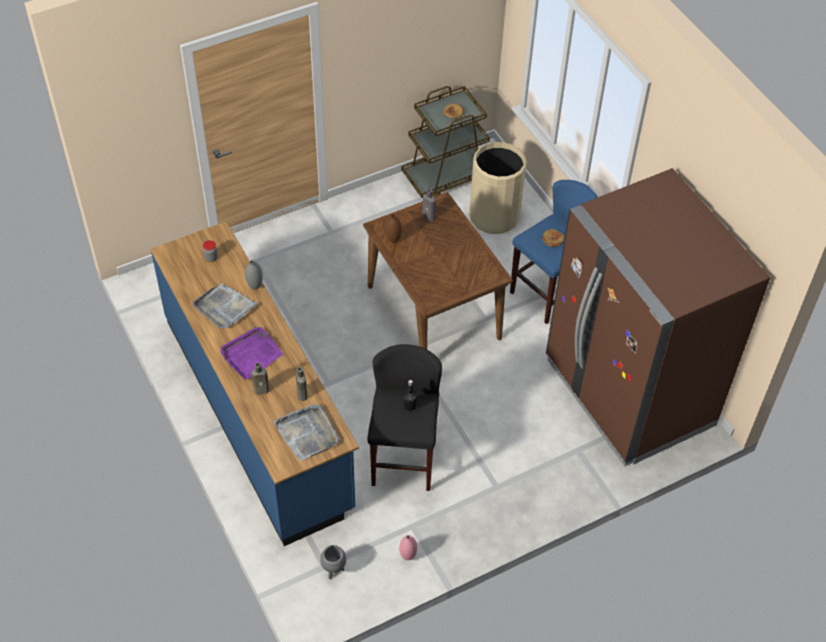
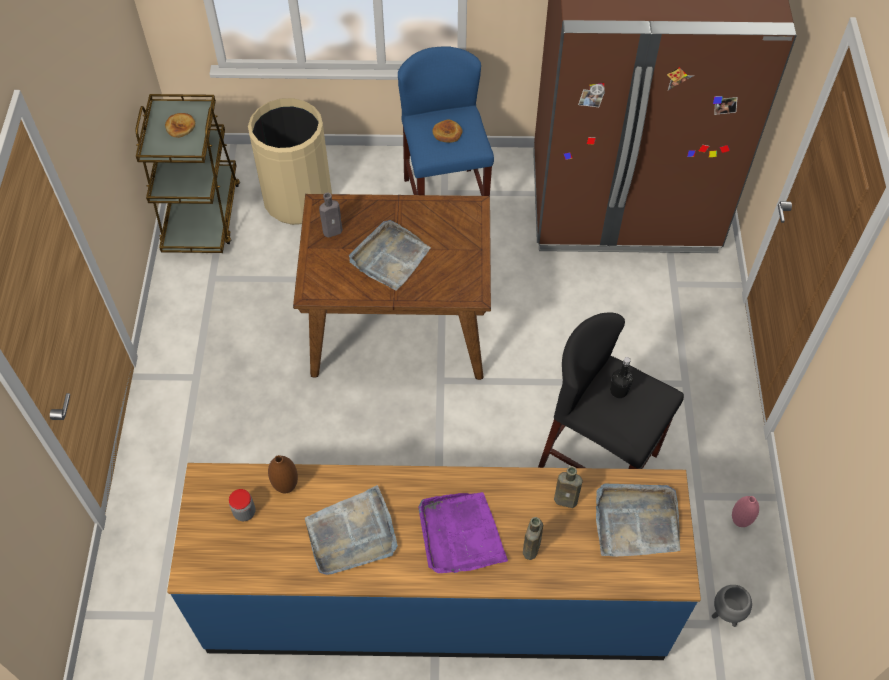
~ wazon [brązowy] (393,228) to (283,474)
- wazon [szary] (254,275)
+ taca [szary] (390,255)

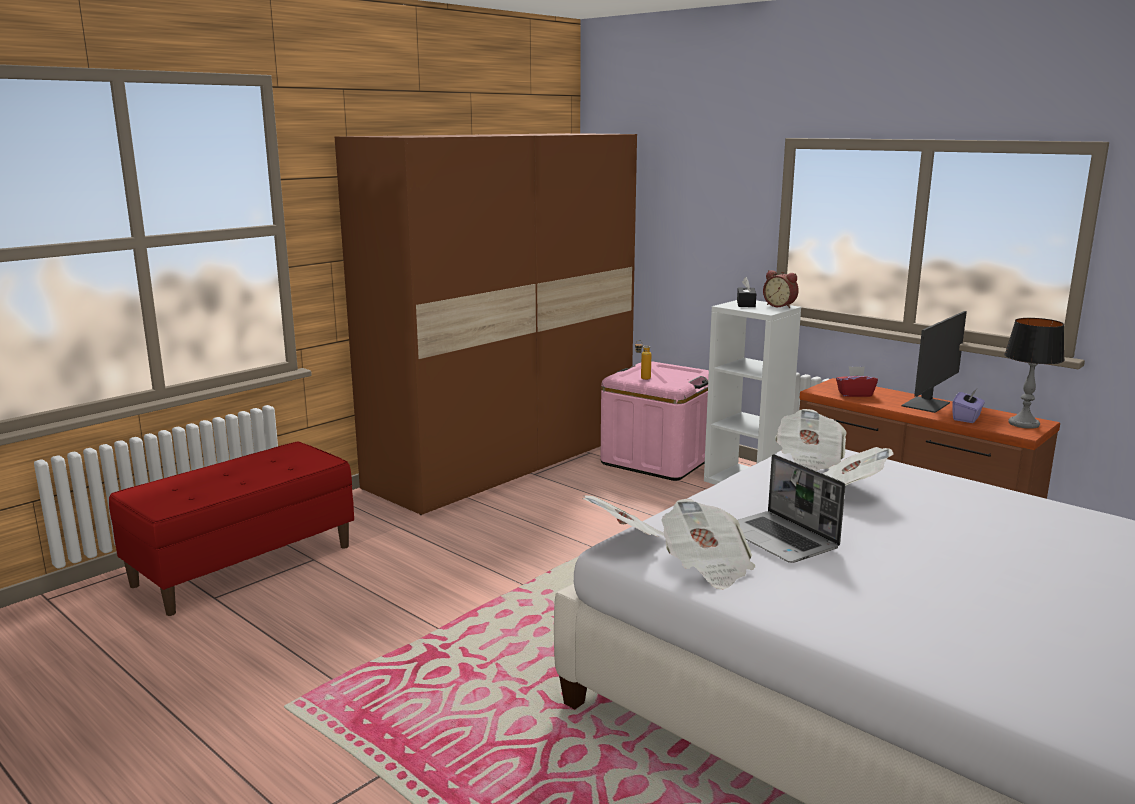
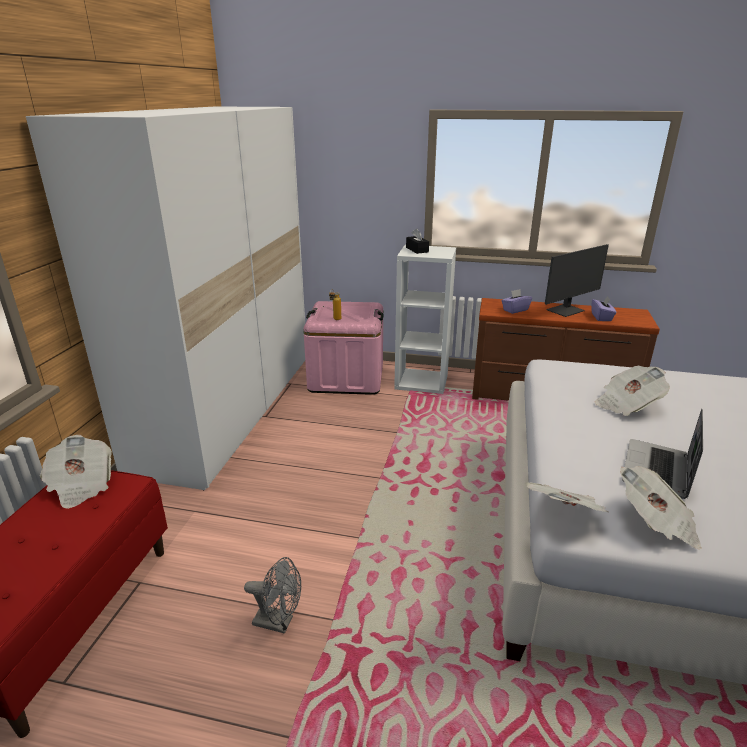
~ szafa [brązowy] (486,324) to szafa [biały] (165,299)
- budzik (781,289)
~ monitor (934,362) = (577,280) 45 degrees clockwise
- lampa stołowa (1034,373)
~ pudełko chusteczek [czerwony] (857,381) to pudełko chusteczek [fioletowy] (517,301)
~ gazeta (811,440) to (76,472)
~ laptop (791,508) = (662,454) 90 degrees clockwise
+ wentylator [szary] (272,595)

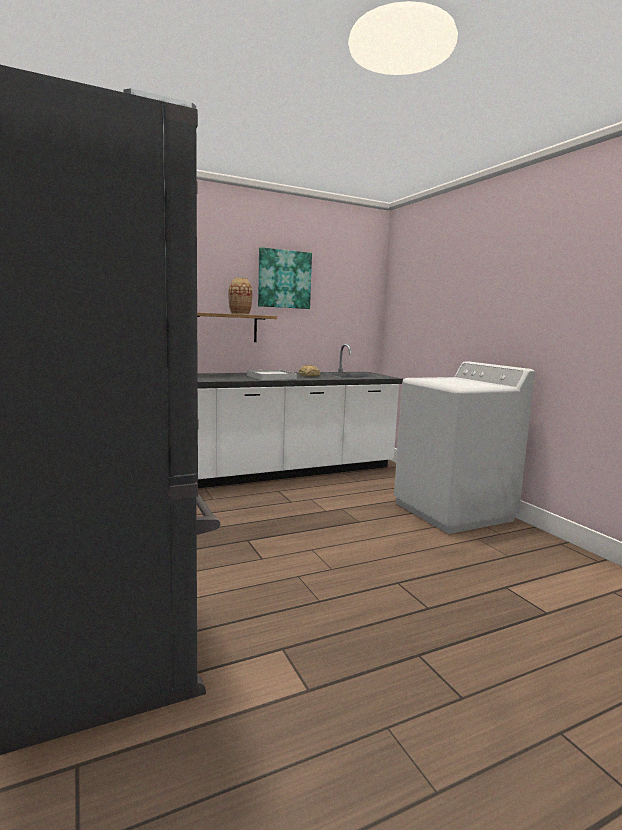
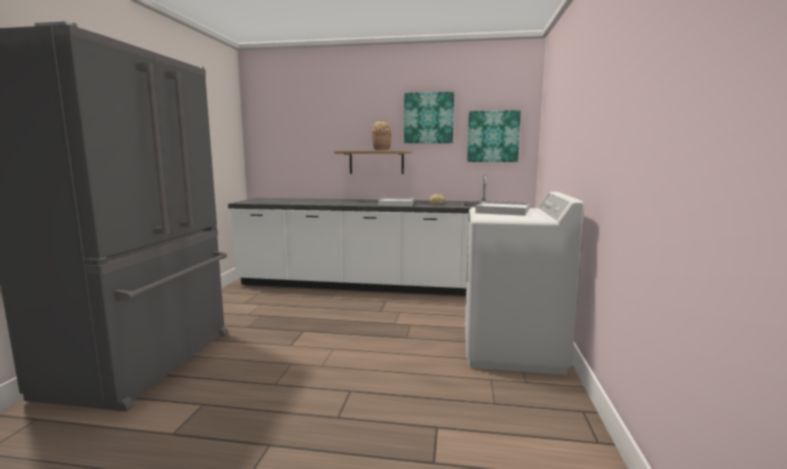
+ obraz (494,136)
+ taca [biały] (502,208)

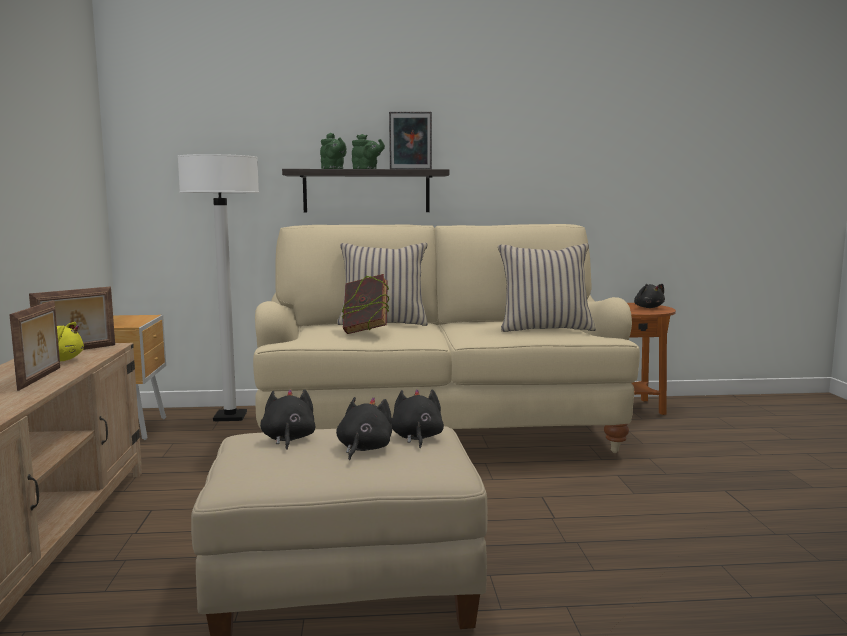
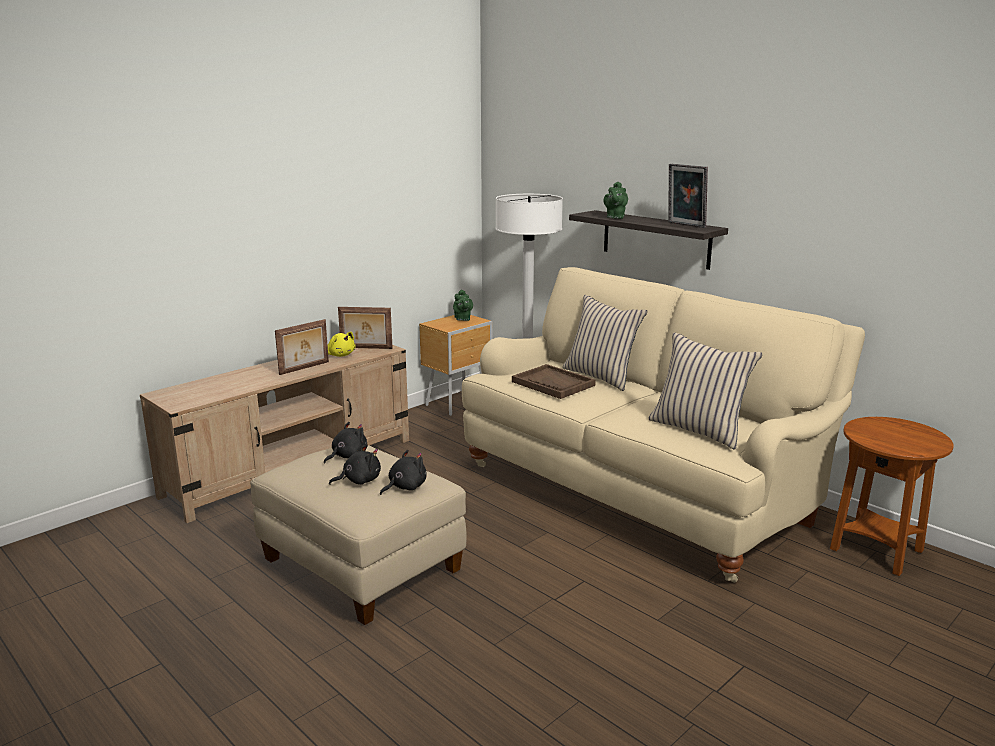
~ imbryk [zielony] (368,151) to (463,305)
~ książka (365,304) to taca [brązowy] (554,381)
- pluszak [czarny] (649,296)

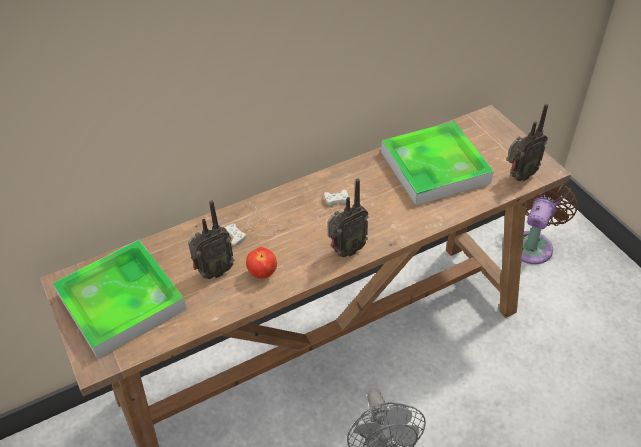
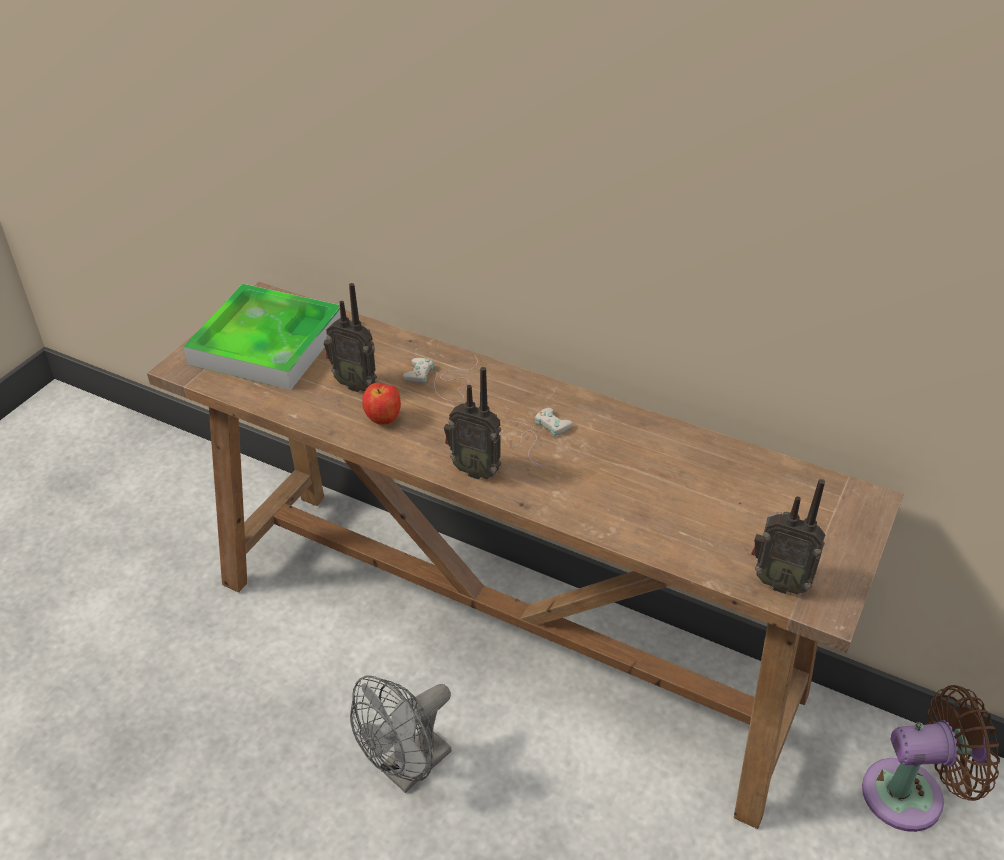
- taca (437,163)

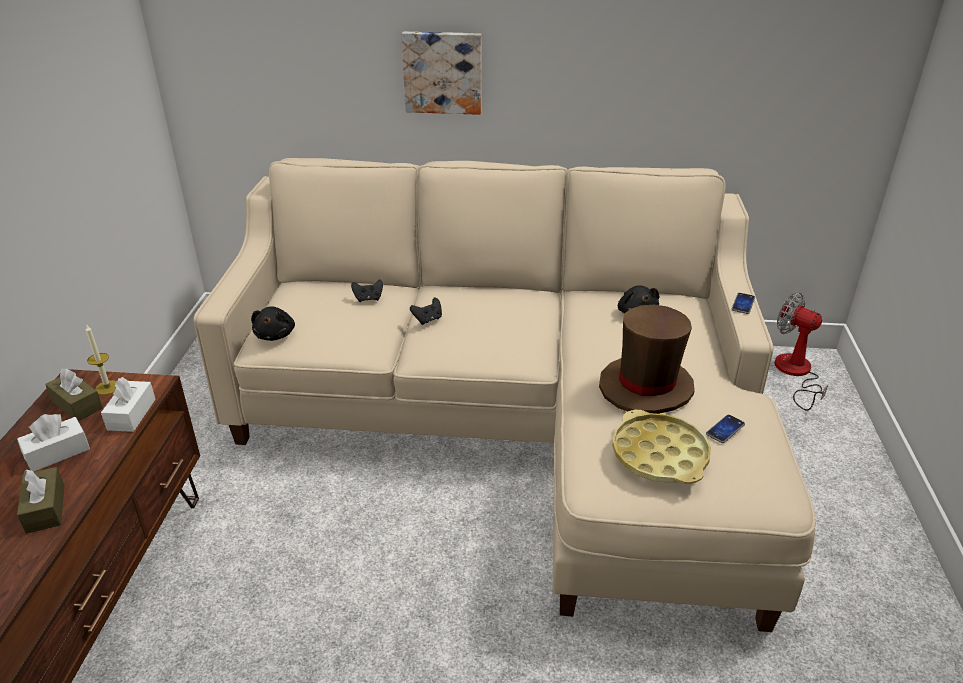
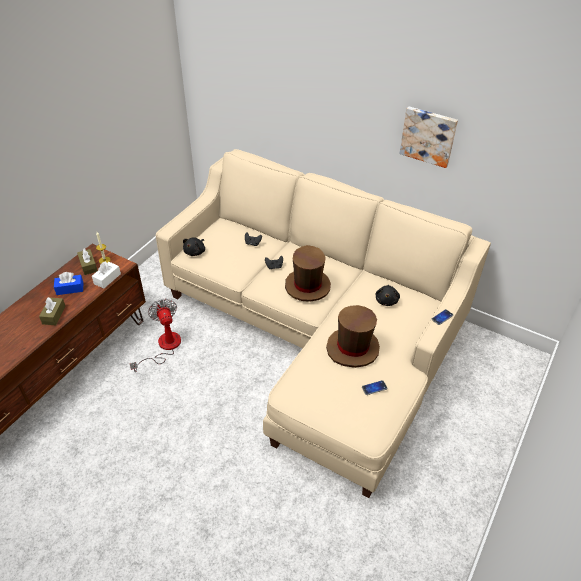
~ obraz (441,73) to (429,137)
~ wentylator (801,351) to (155,335)
- taca [żółty] (661,447)
~ pudełko chusteczek [biały] (53,443) to pudełko chusteczek [niebieski] (68,283)
+ kapelusz [brązowy] (308,273)

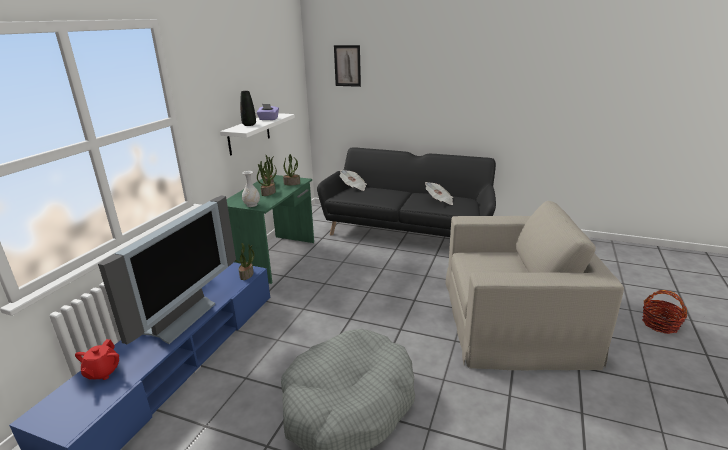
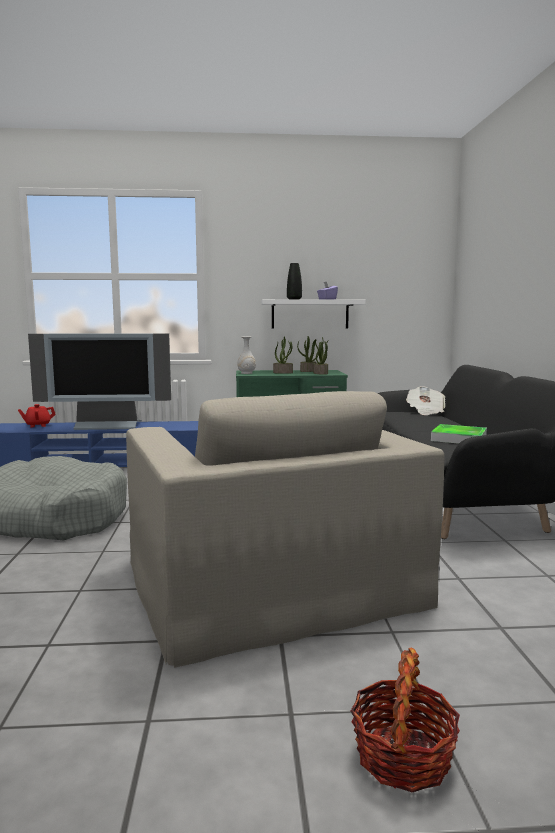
- obraz (347,66)
~ gazeta (439,193) to taca (459,434)
- roślina doniczkowa (245,261)

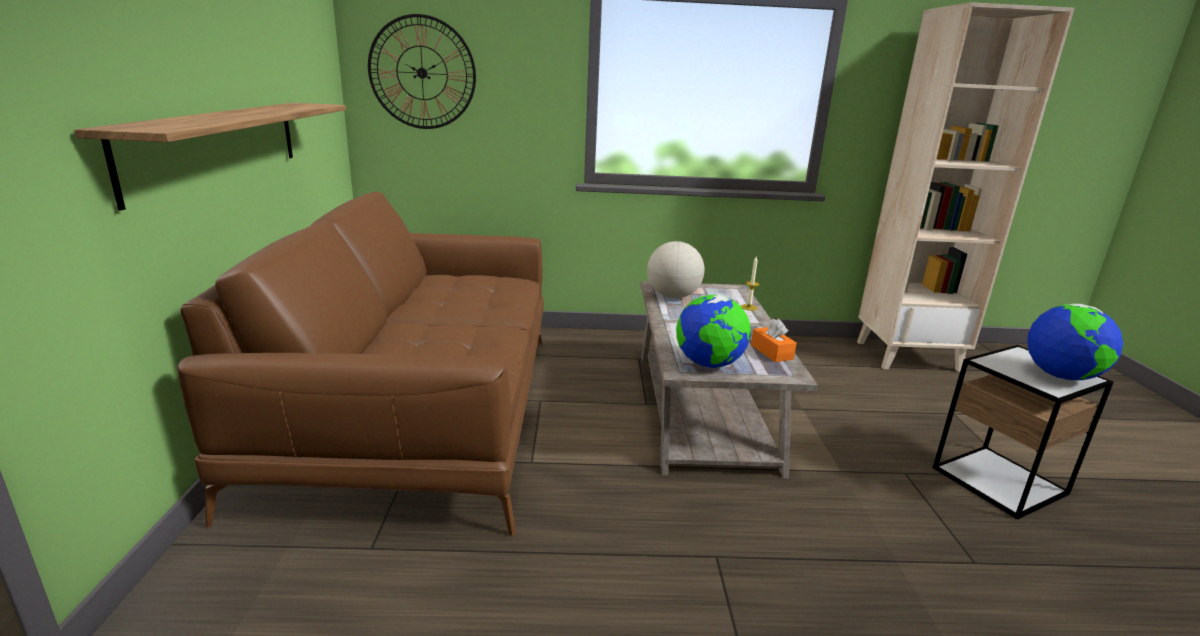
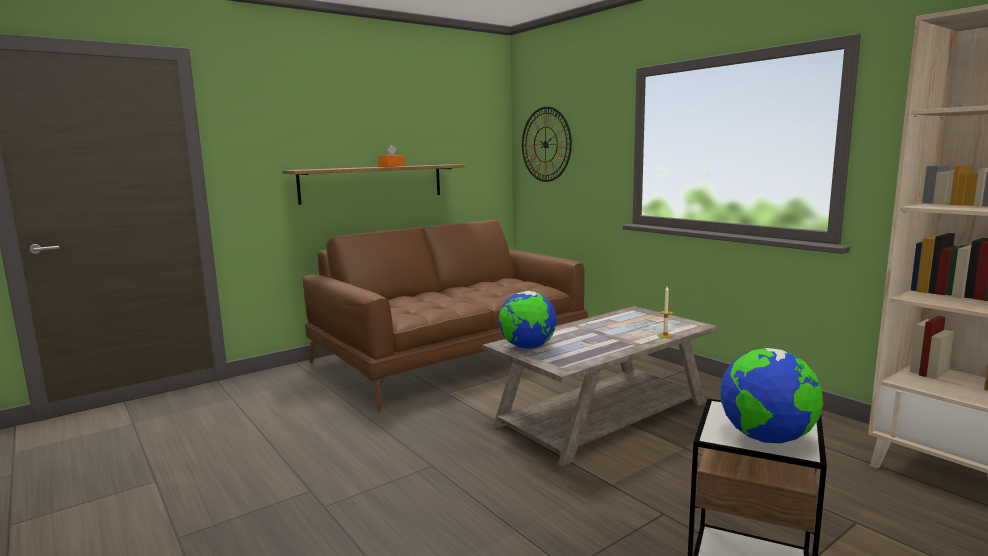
- globus (676,269)
~ pudełko chusteczek [pomarańczowy] (774,340) to (391,156)

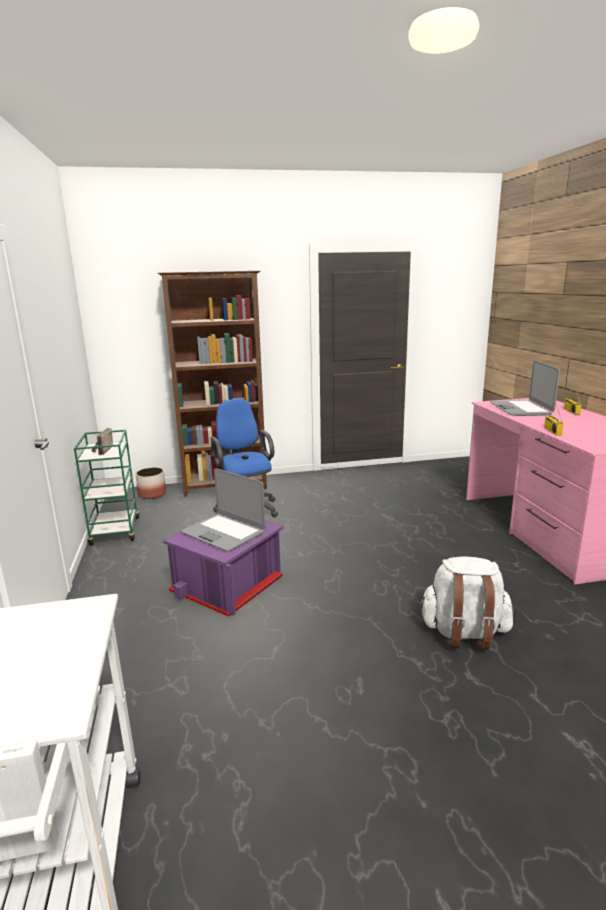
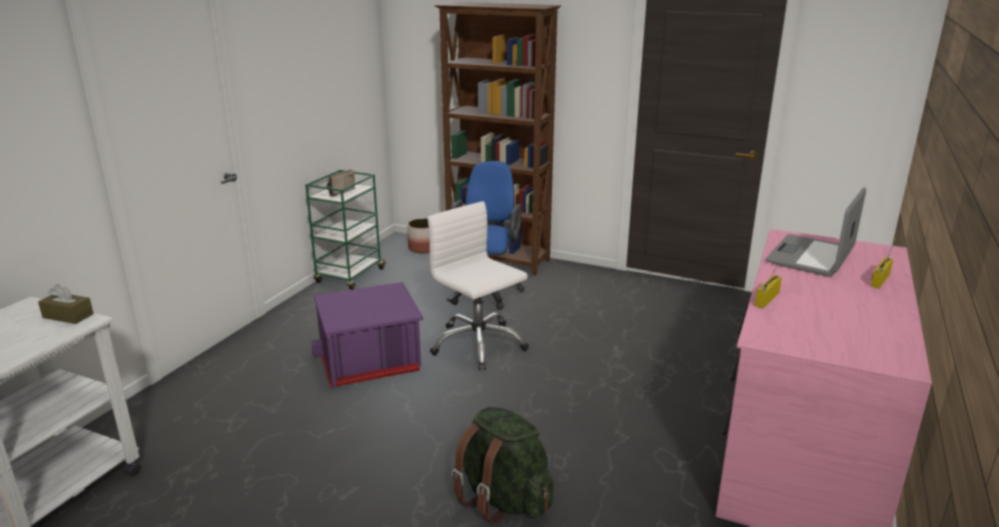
- laptop (223,509)
~ plecak [biały] (466,603) to plecak [zielony] (502,465)
+ krzesło biurowe [biały] (478,285)
+ pudełko chusteczek [brązowy] (66,304)

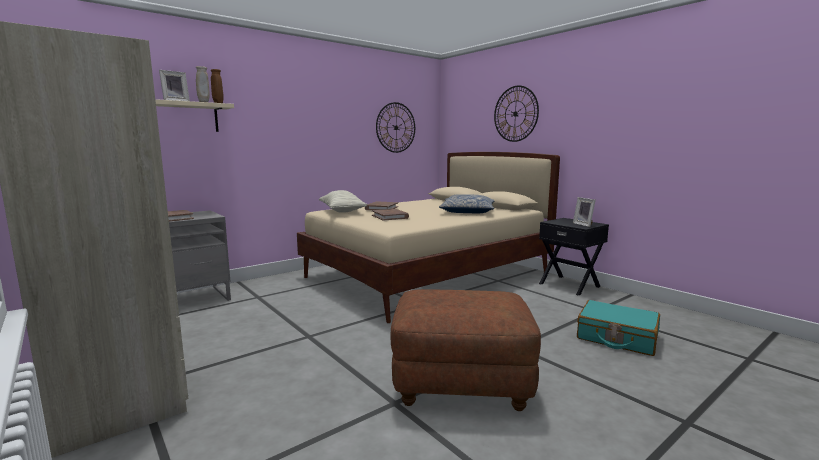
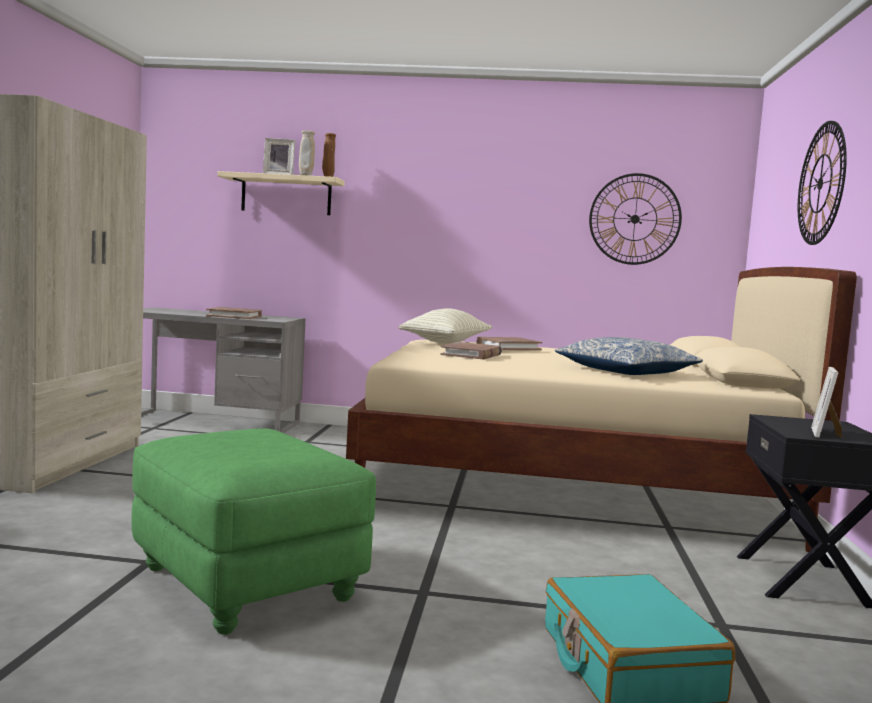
~ pufa [brązowy] (465,350) to pufa [zielony] (254,531)

